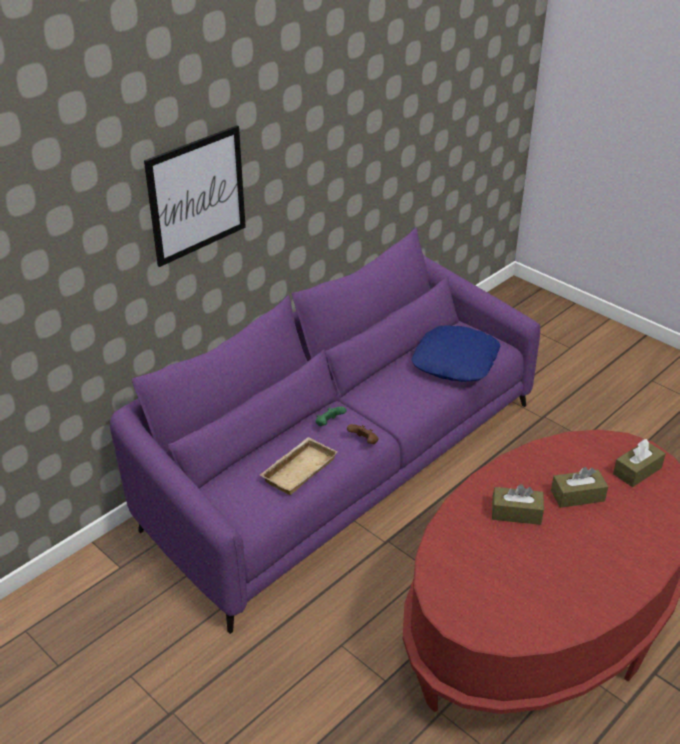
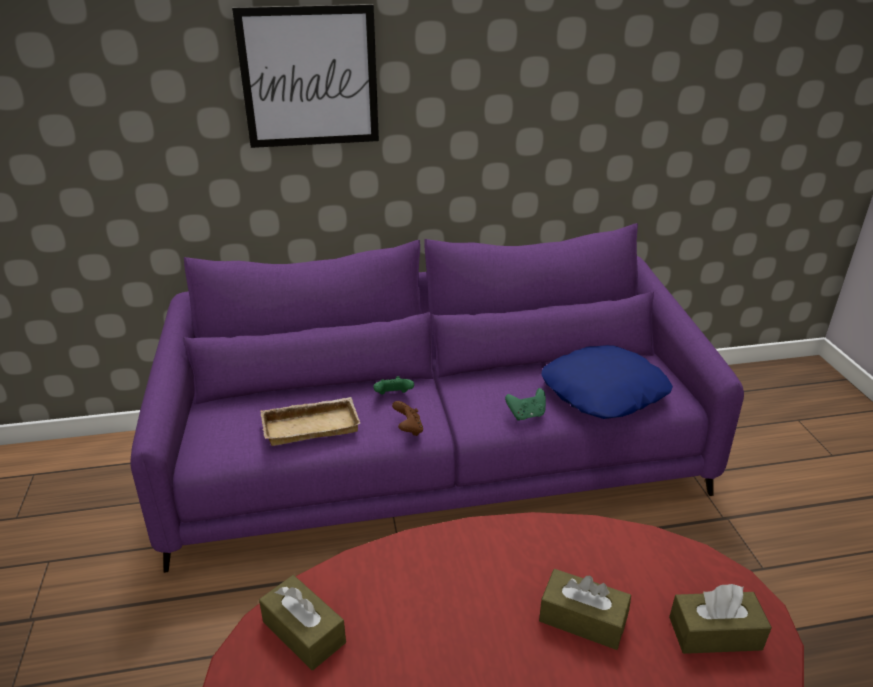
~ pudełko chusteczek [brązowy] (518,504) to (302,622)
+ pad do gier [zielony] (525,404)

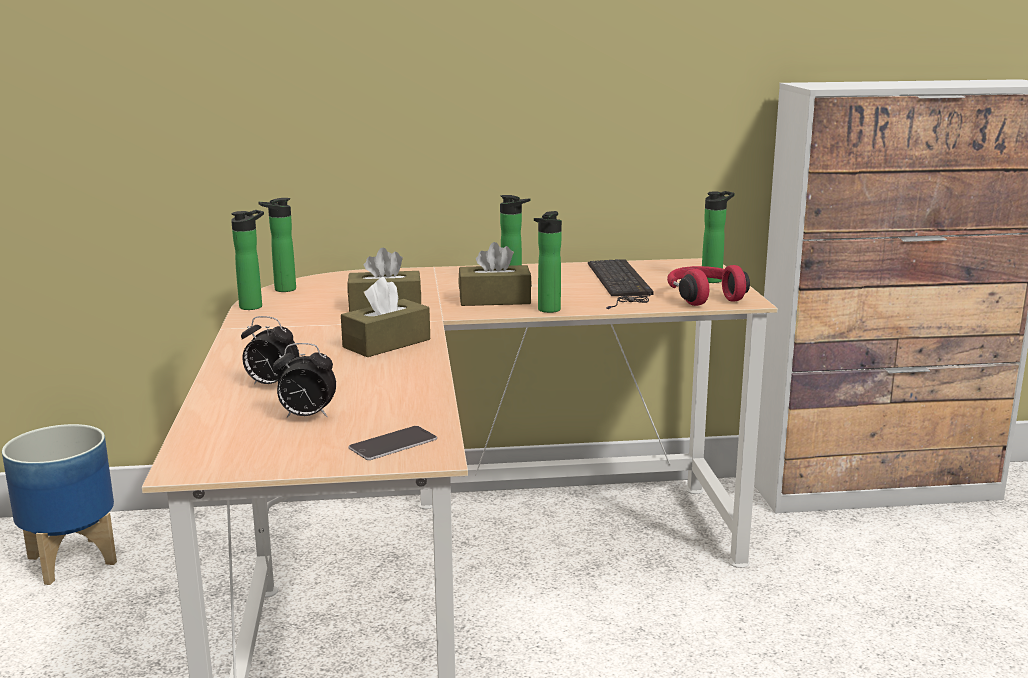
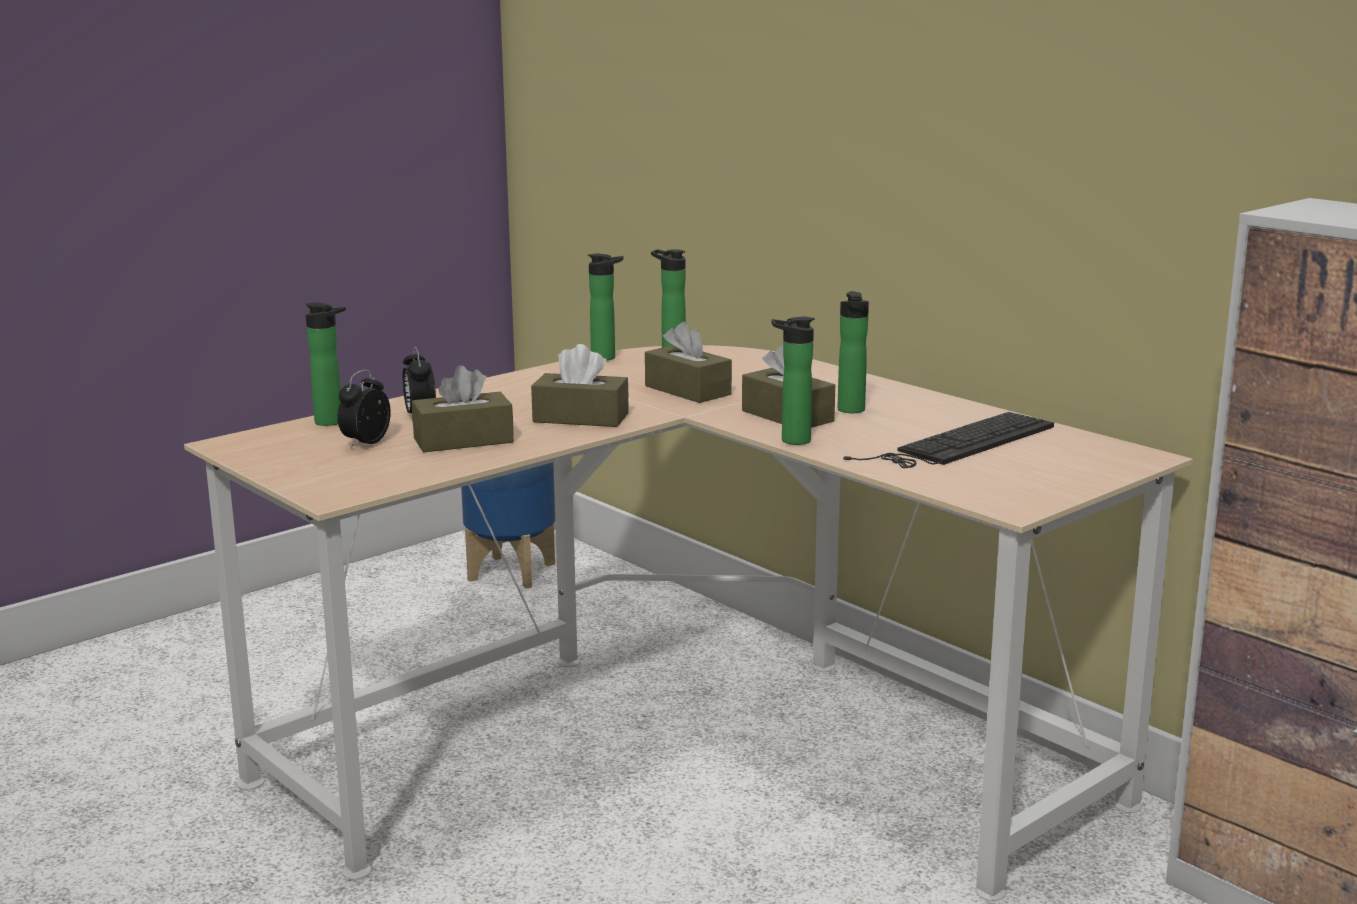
~ butelka (718,237) to (326,364)
- słuchawki [czerwony] (708,285)
~ budzik (304,380) = (364,409) 60 degrees clockwise
- telefon (392,443)
+ pudełko chusteczek [brązowy] (463,408)

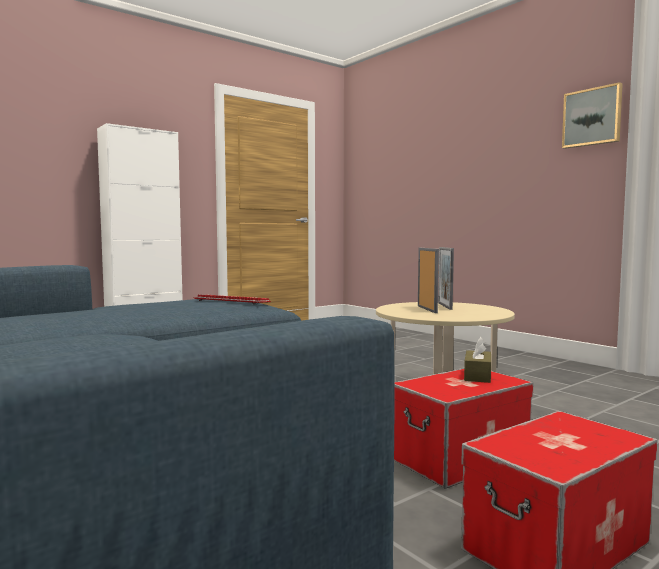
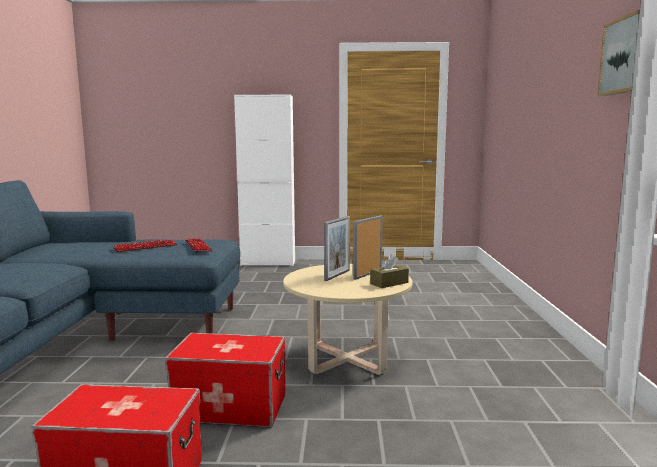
~ pudełko chusteczek [brązowy] (477,360) to (389,271)
+ klawiatura (145,246)

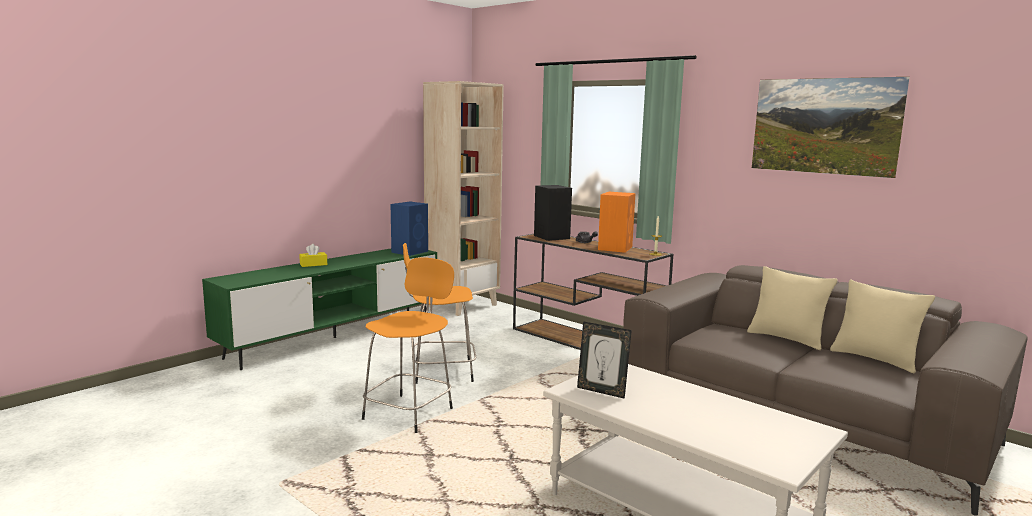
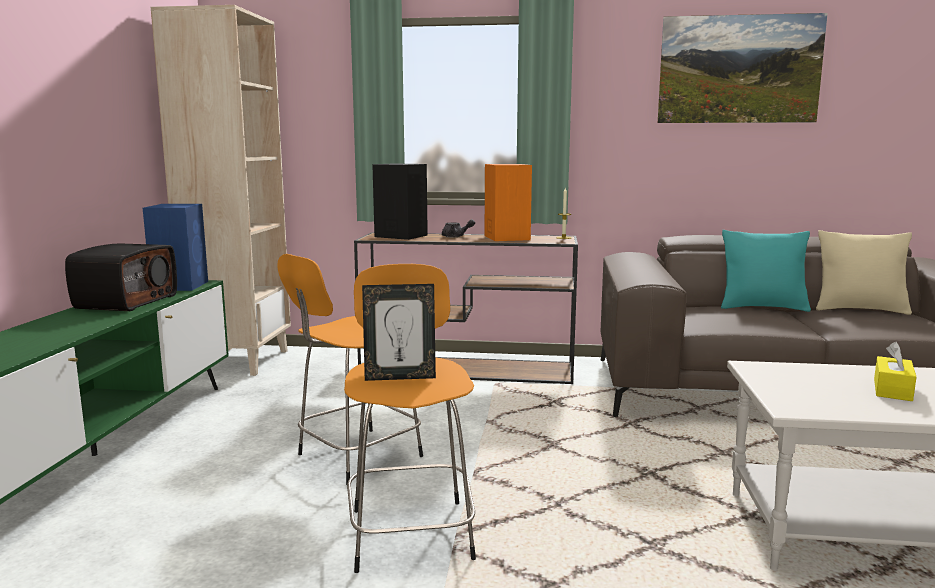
~ pudełko chusteczek [żółty] (313,255) to (895,371)
~ poduszka [beżowy] (792,308) to poduszka [turkusowy] (766,271)
~ ramka na zdjęcie (604,360) to (399,332)
+ radio (121,277)

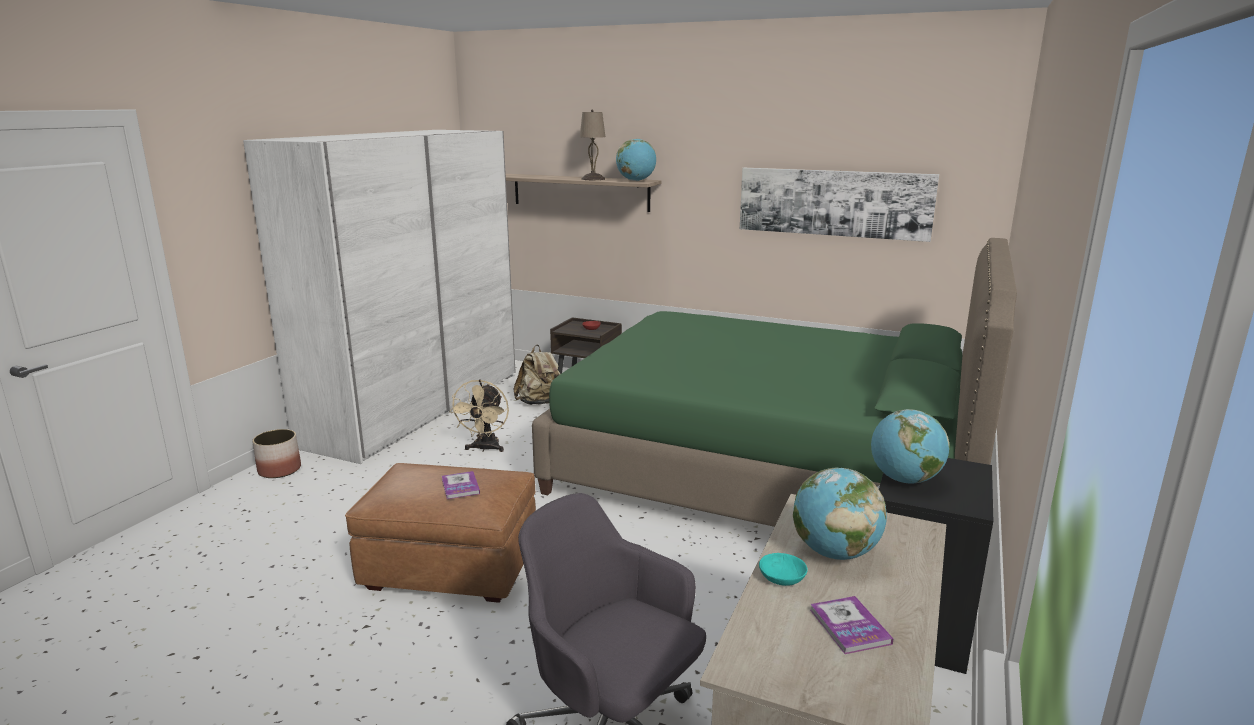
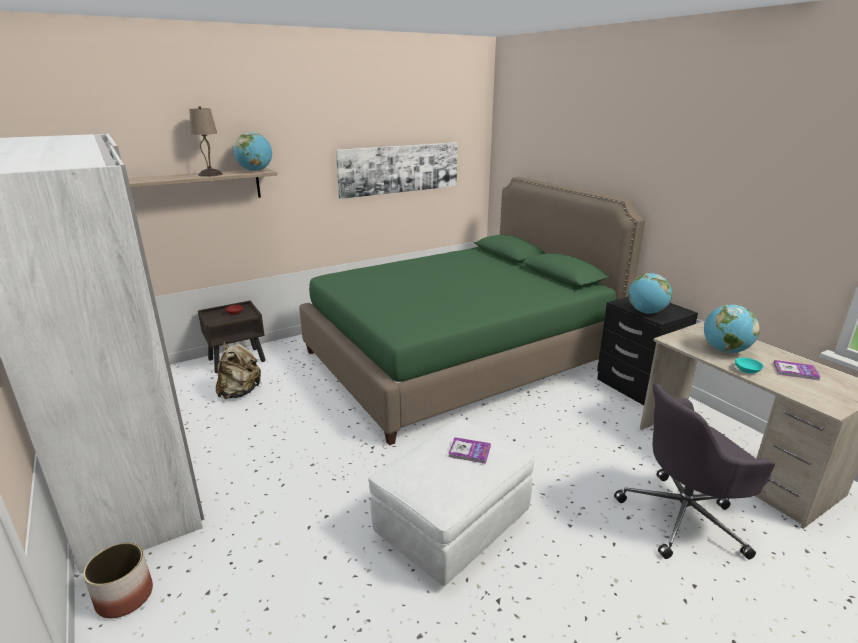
- wentylator [beżowy] (479,415)
~ pufa [brązowy] (440,533) to pufa [biały] (451,502)

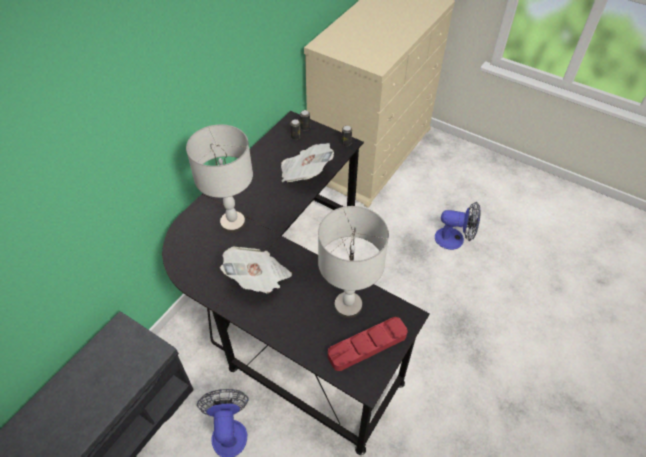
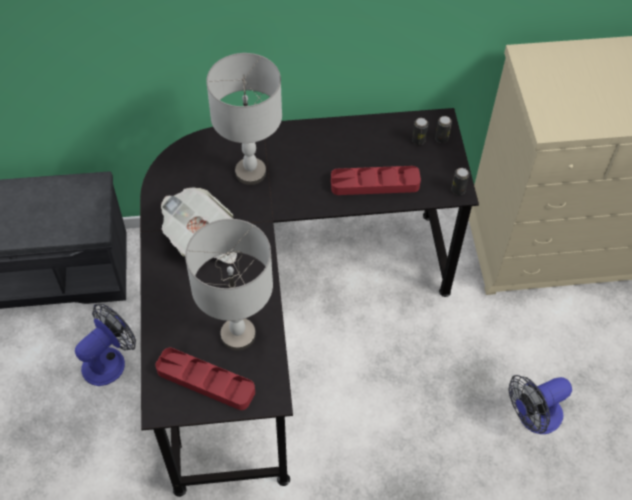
~ gazeta (307,162) to taca [czerwony] (376,180)
~ wentylator (458,226) = (540,404) 90 degrees clockwise

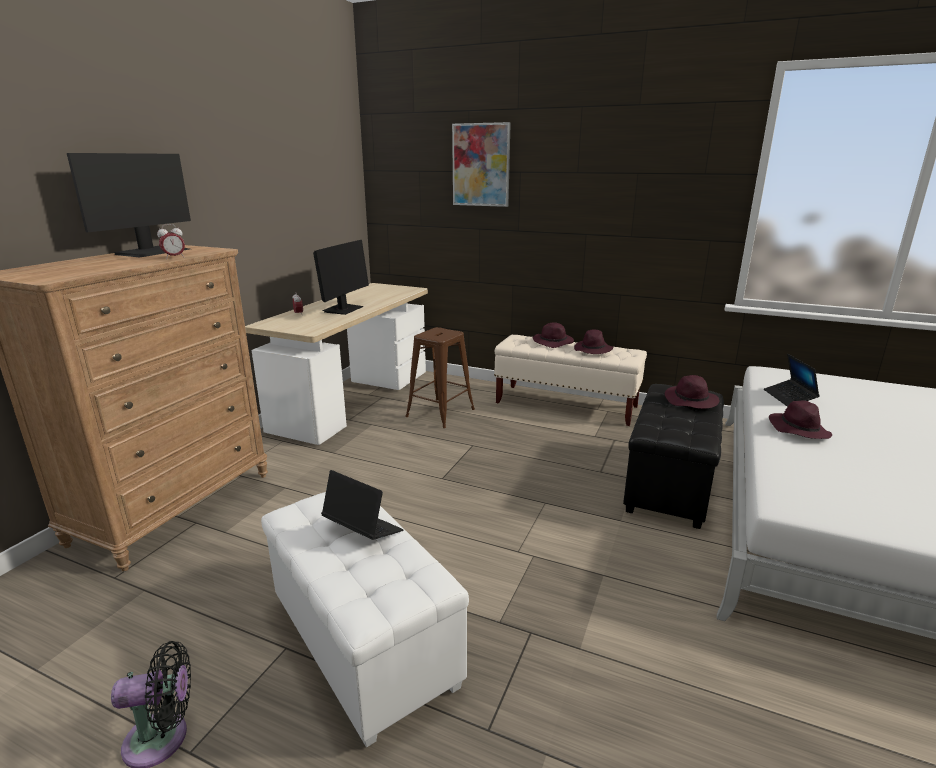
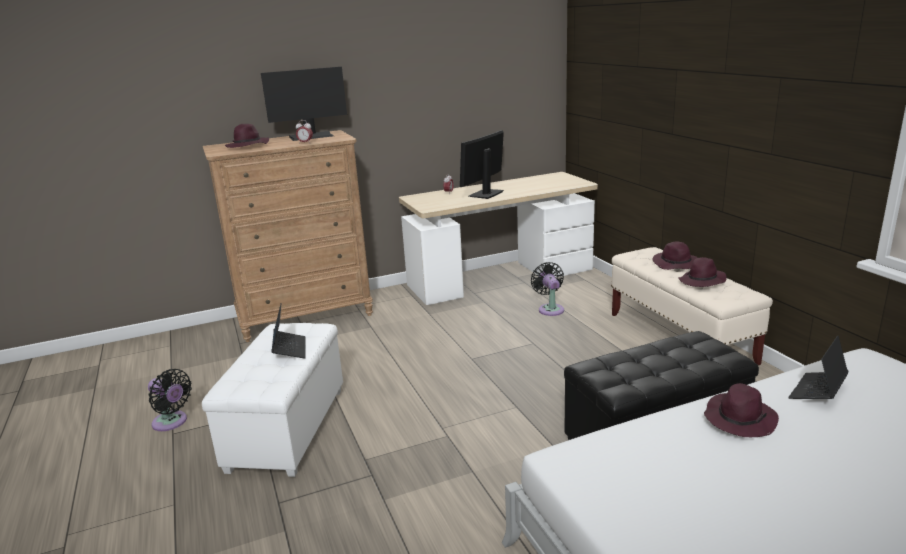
- obraz (481,164)
~ monitor (341,277) = (482,164) 150 degrees clockwise
~ stołek [brązowy] (440,377) to wentylator [czarny] (547,289)
~ kapelusz [fioletowy] (692,392) to (247,136)

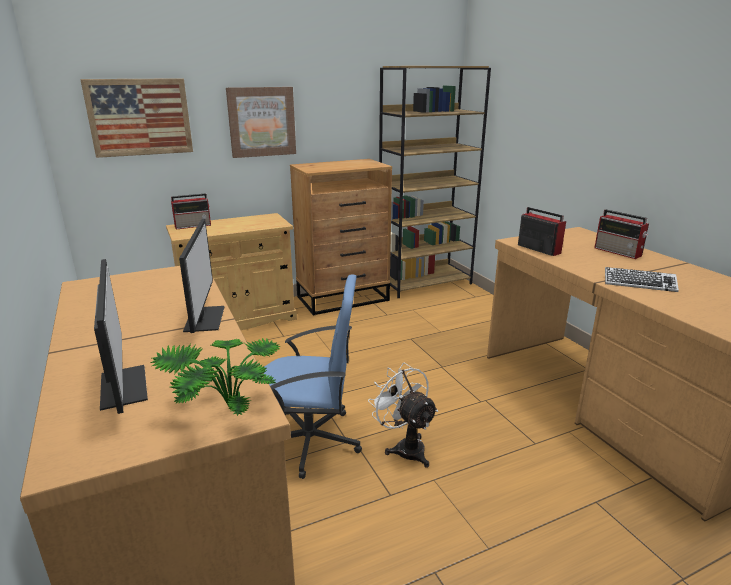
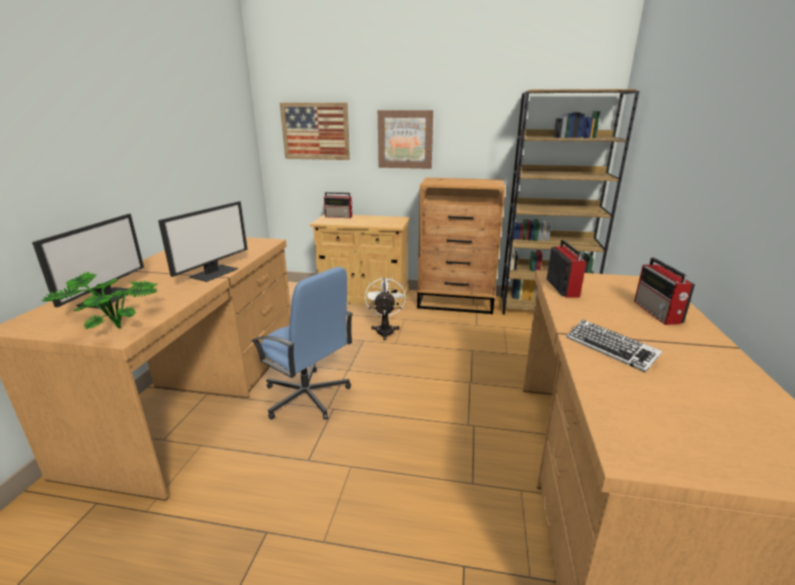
~ wentylator [biały] (403,415) to (385,308)

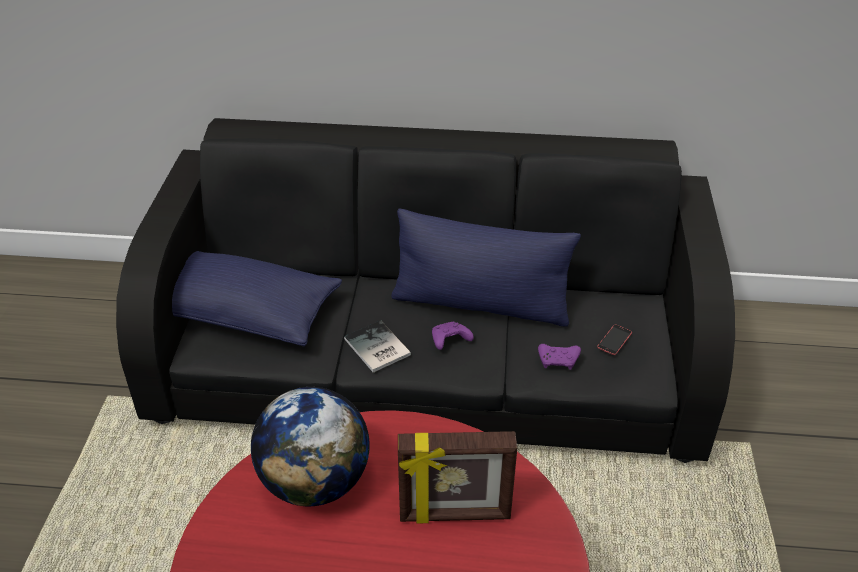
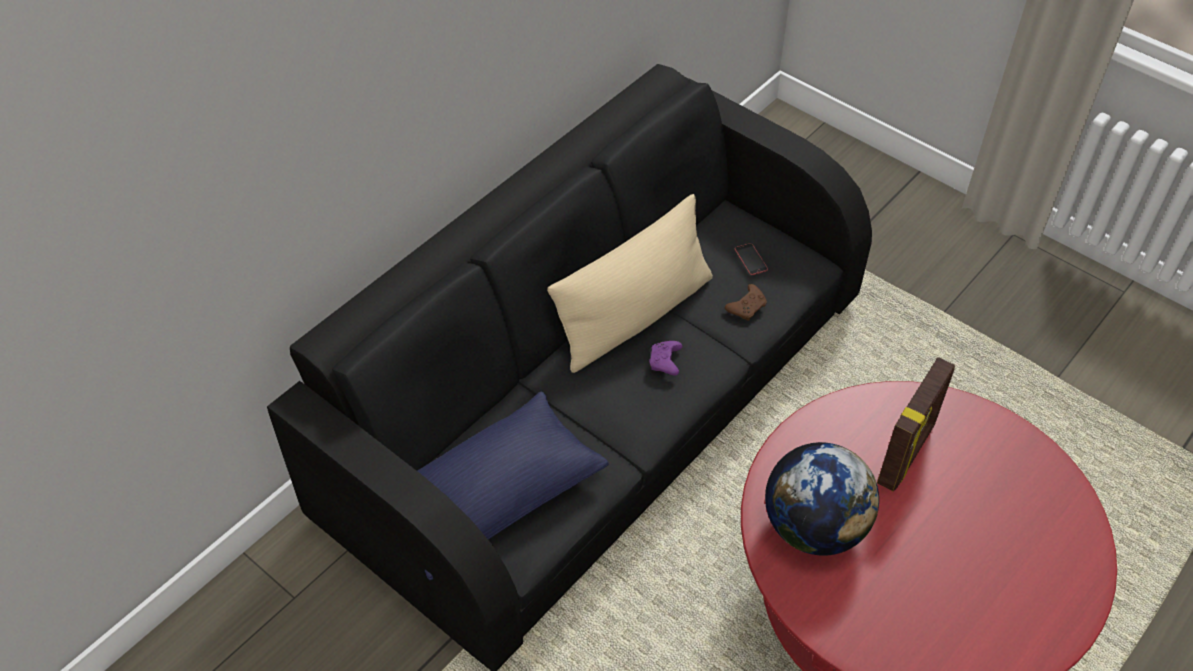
~ poduszka [niebieski] (486,267) to poduszka [beżowy] (630,283)
- książka (377,347)
~ pad do gier [fioletowy] (559,357) to pad do gier [brązowy] (746,302)

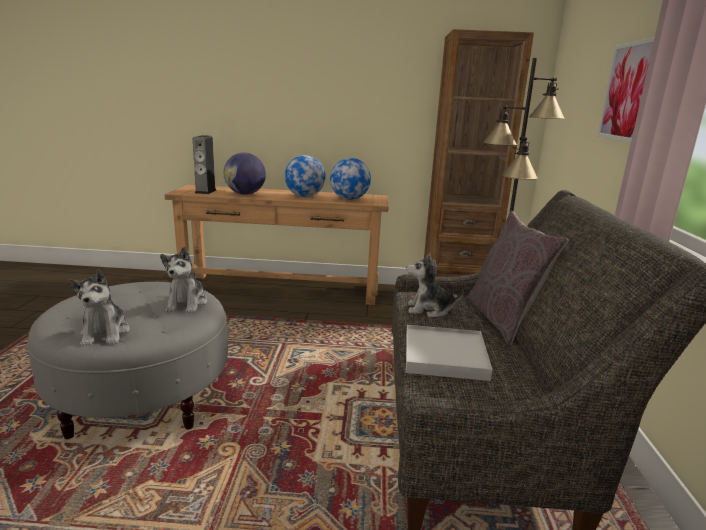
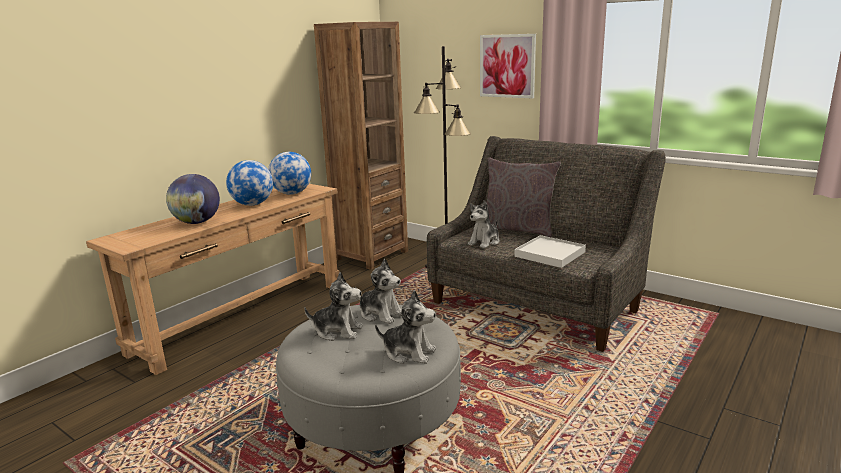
- głośnik (205,164)
+ pluszak (333,306)

